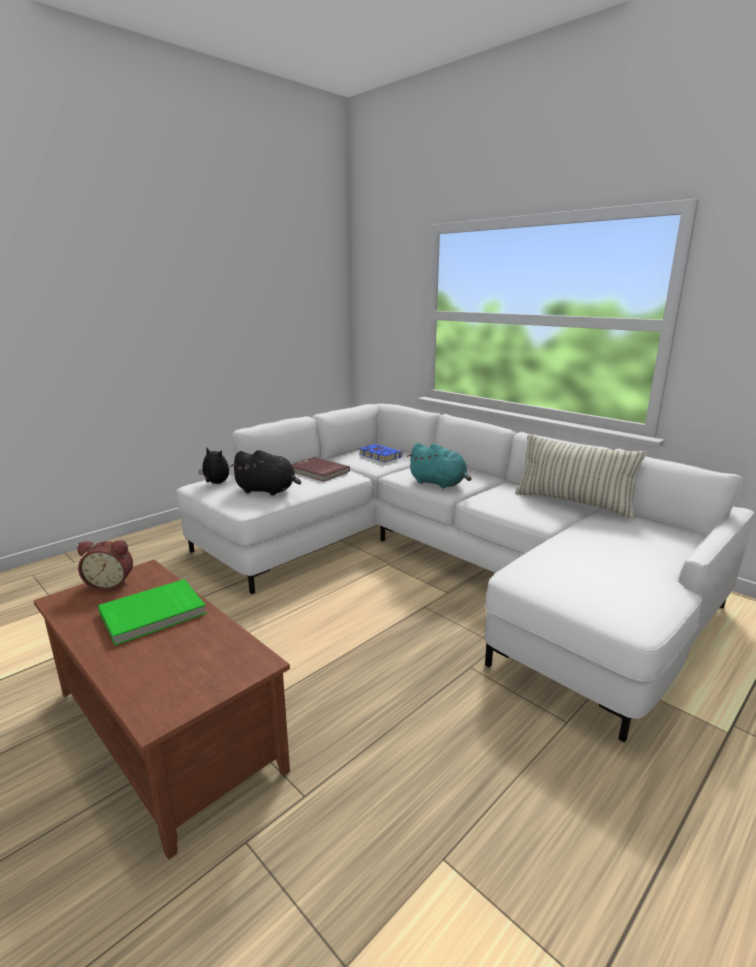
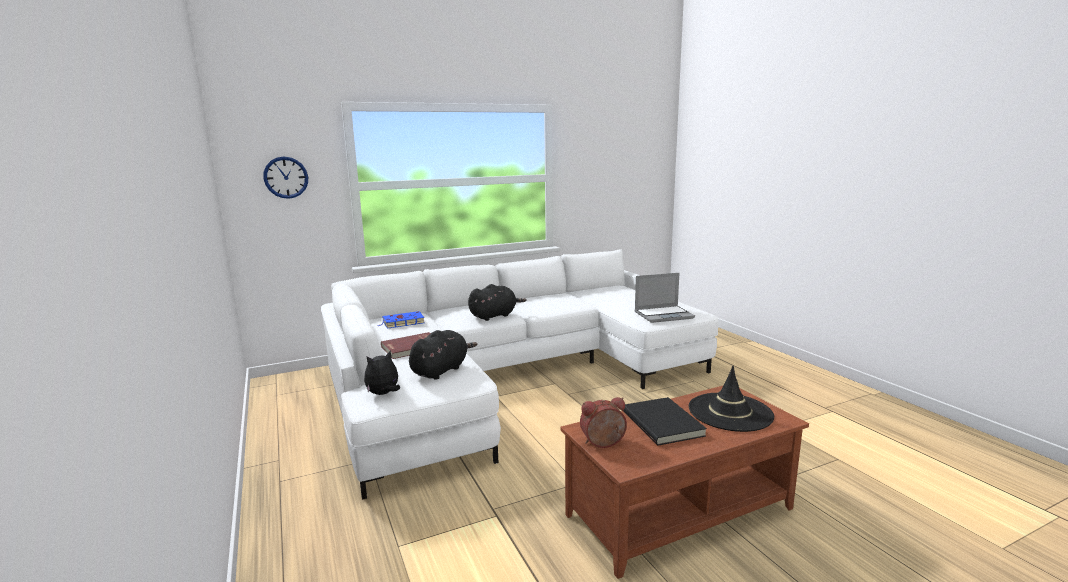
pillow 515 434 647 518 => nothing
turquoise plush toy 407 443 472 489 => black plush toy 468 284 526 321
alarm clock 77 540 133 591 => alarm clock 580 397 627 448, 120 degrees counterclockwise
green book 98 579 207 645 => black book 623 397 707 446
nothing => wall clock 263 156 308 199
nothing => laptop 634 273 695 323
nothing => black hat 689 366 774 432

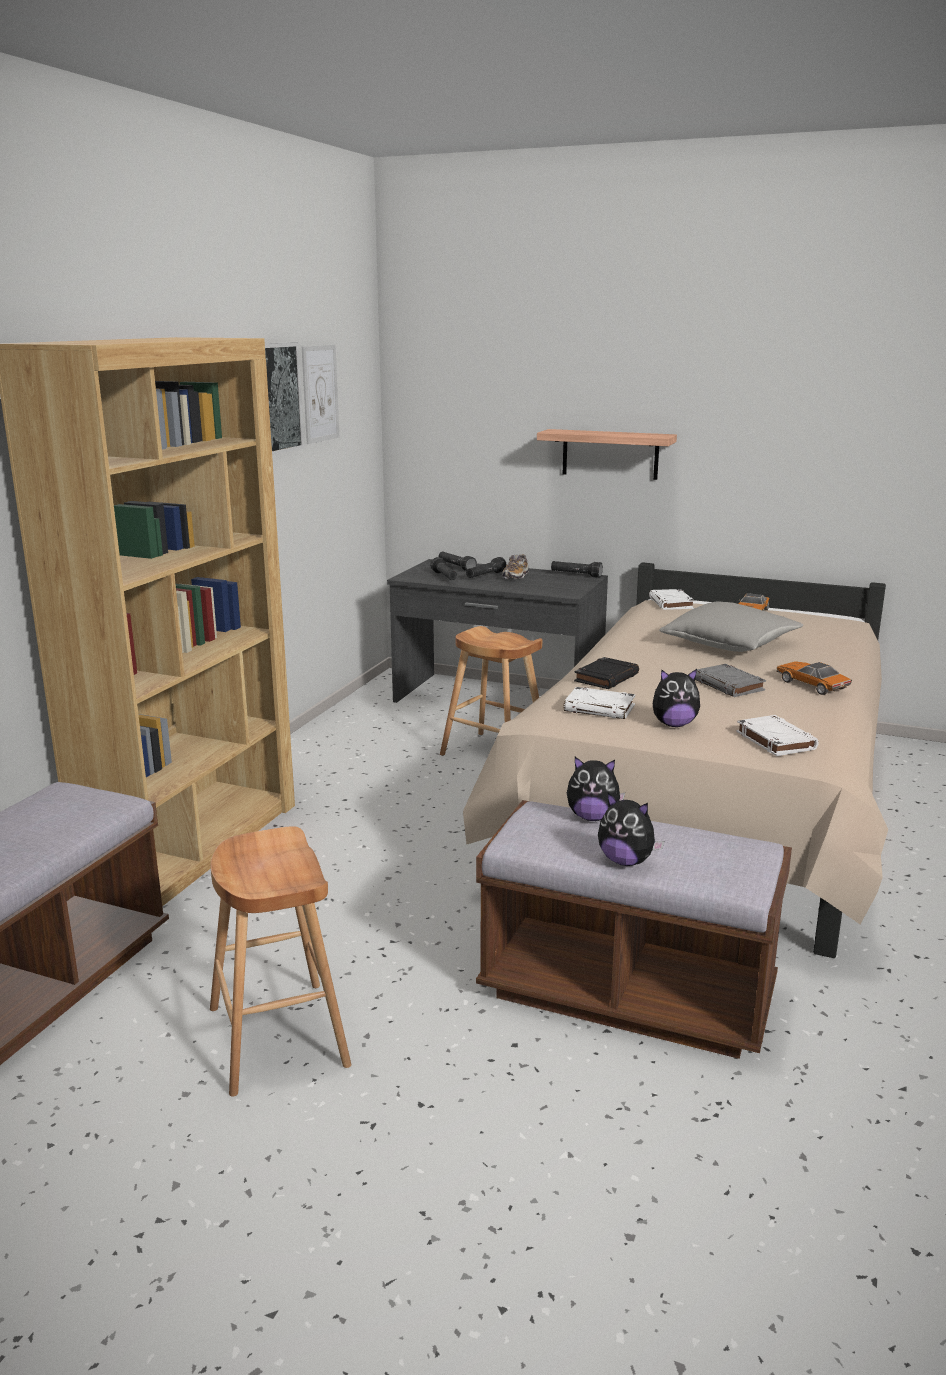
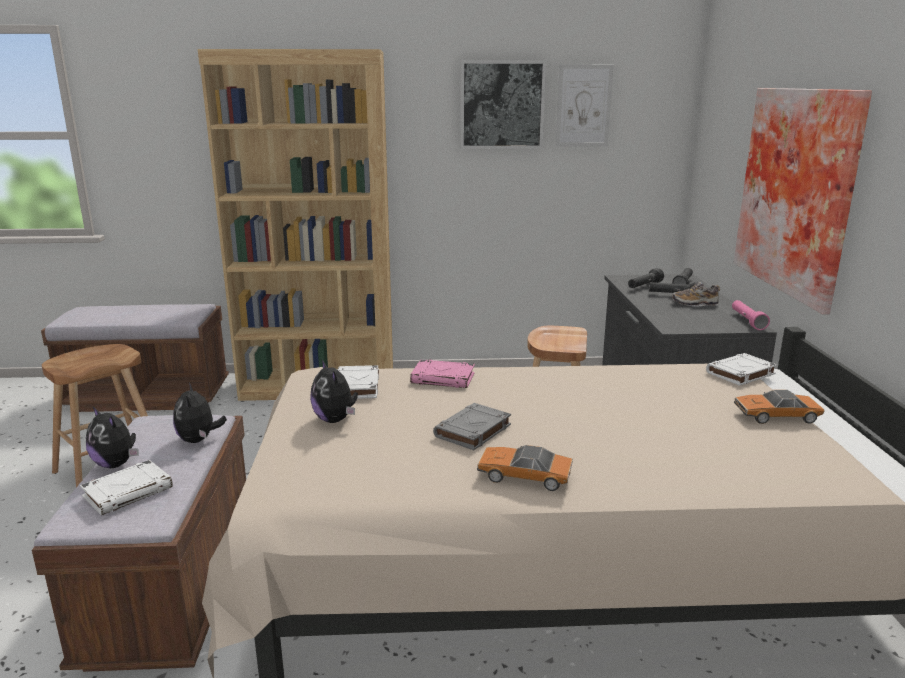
shelf 537 429 677 480 => picture 734 88 872 315
black flashlight 551 561 603 578 => pink flashlight 732 300 770 330
grey pillow 659 601 803 652 => nothing
black book 574 657 639 689 => pink book 410 359 475 388
toy car 776 661 852 695 => toy car 477 445 573 491, 105 degrees counterclockwise
white book 736 715 819 756 => white book 80 460 173 515, relocated
plush toy 598 793 664 866 => plush toy 86 407 139 468, 60 degrees counterclockwise

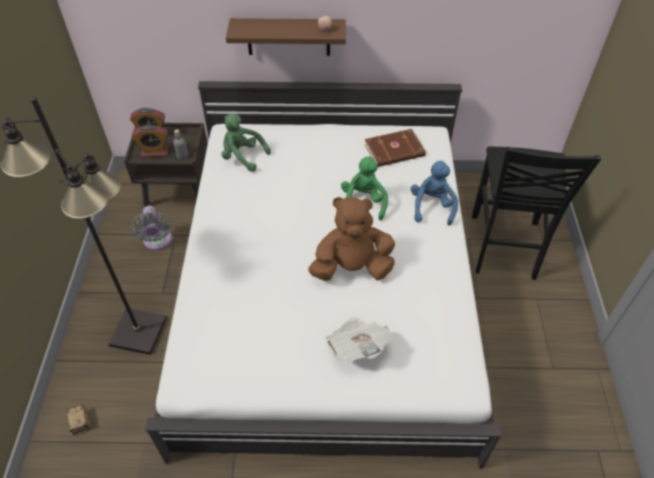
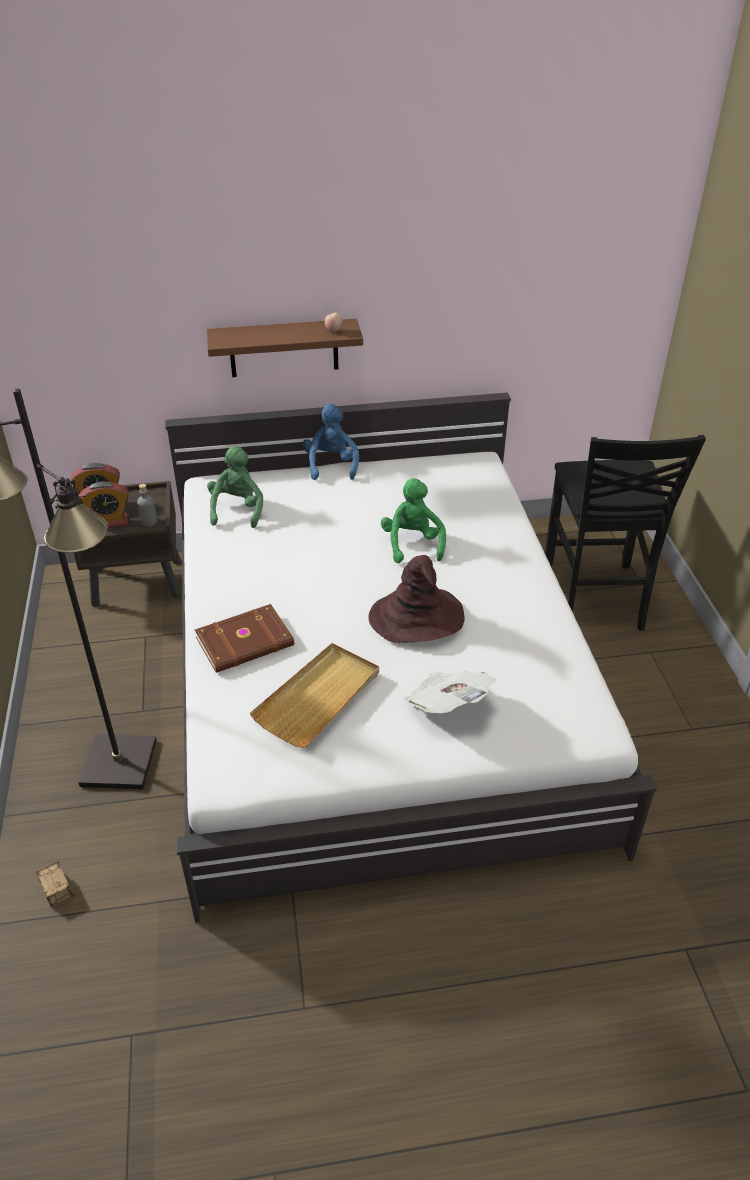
green plush toy 221 114 271 172 => green plush toy 207 446 263 528, 75 degrees clockwise
brown book 365 129 426 167 => brown book 195 604 294 673, relocated
blue plush toy 411 161 458 226 => blue plush toy 302 404 359 480, relocated
brown plush toy 308 197 395 281 => brown hat 368 555 465 643
grey fan 130 206 172 250 => nothing
nothing => beige tray 250 643 379 748

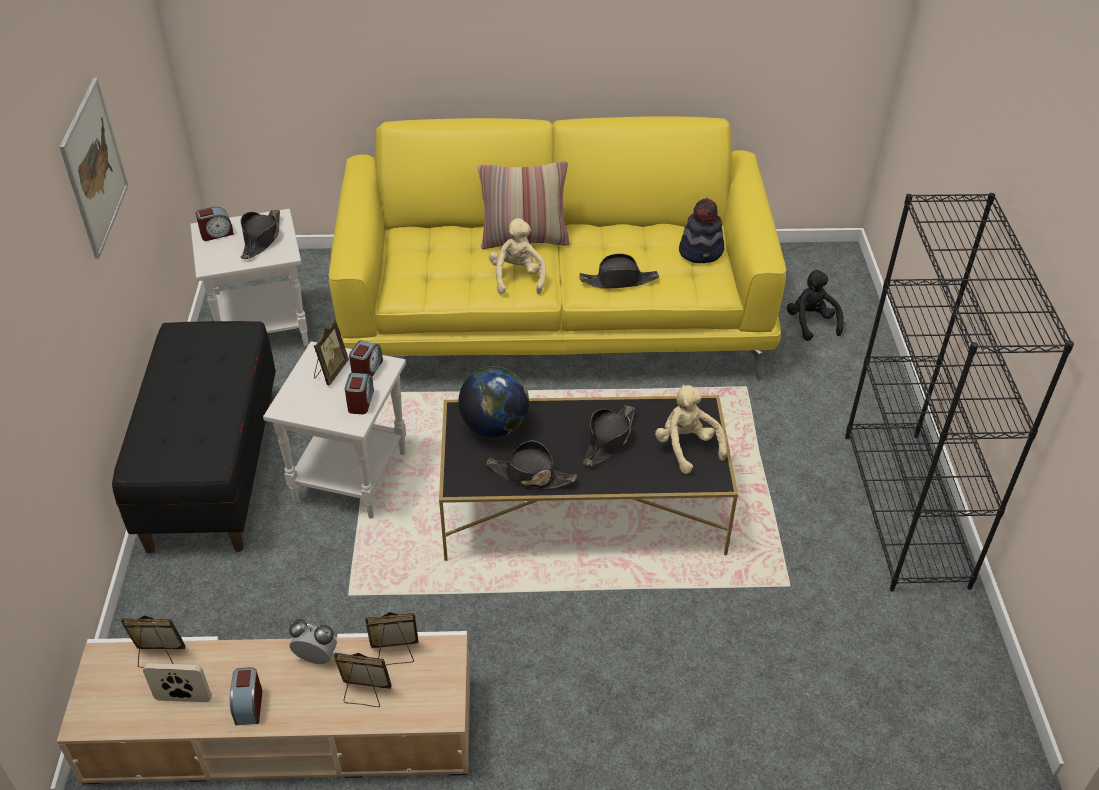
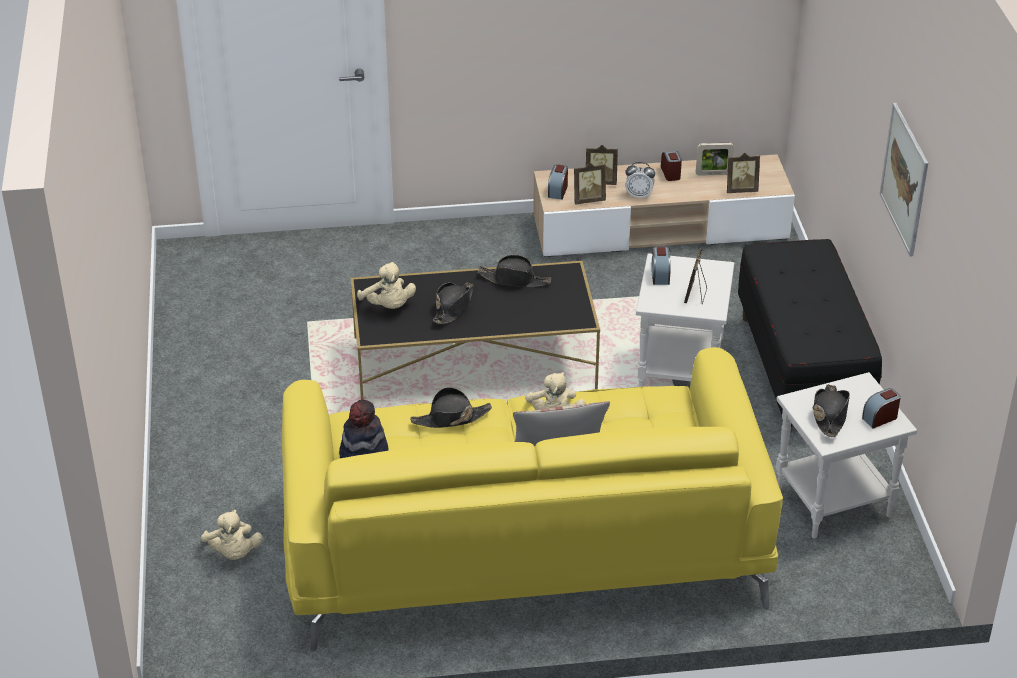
black bookcase 845 193 1074 591 => nothing
black plush toy 787 270 843 341 => beige plush toy 201 510 263 560
alarm clock 349 340 383 376 => alarm clock 548 164 568 200, relocated
globe 458 366 529 437 => nothing

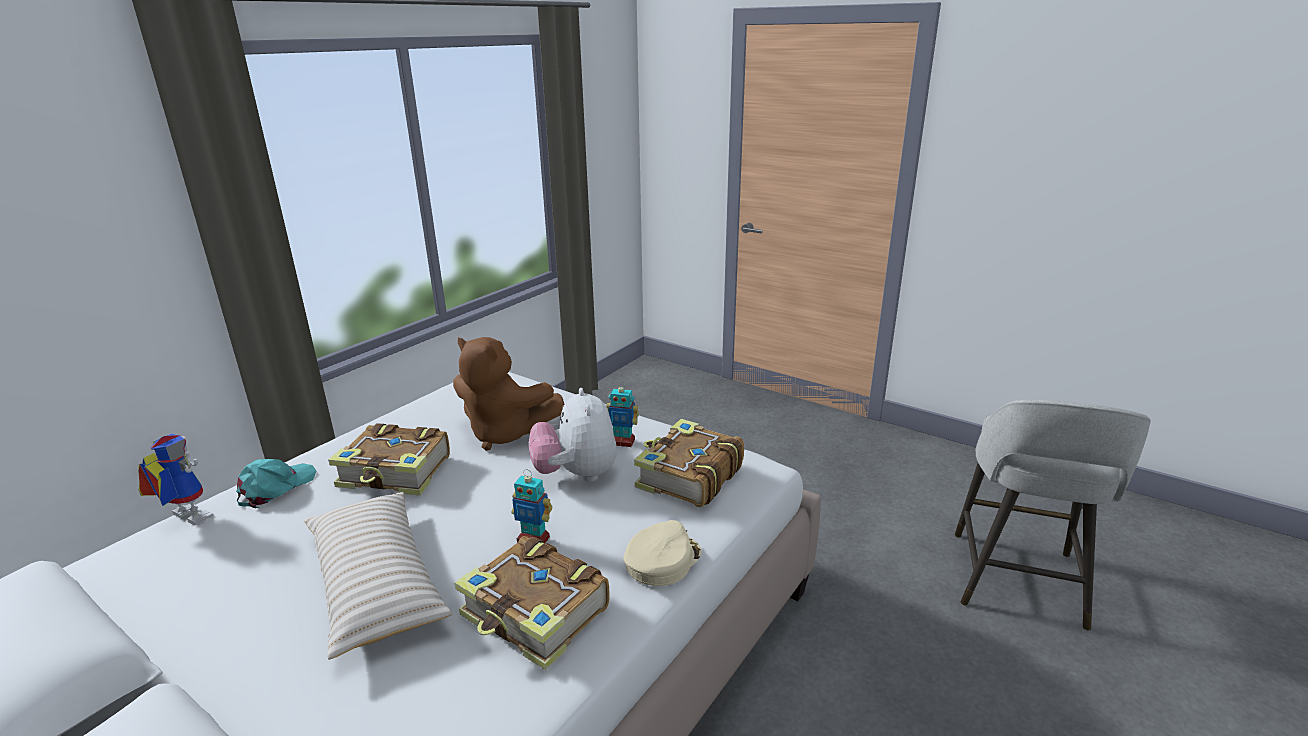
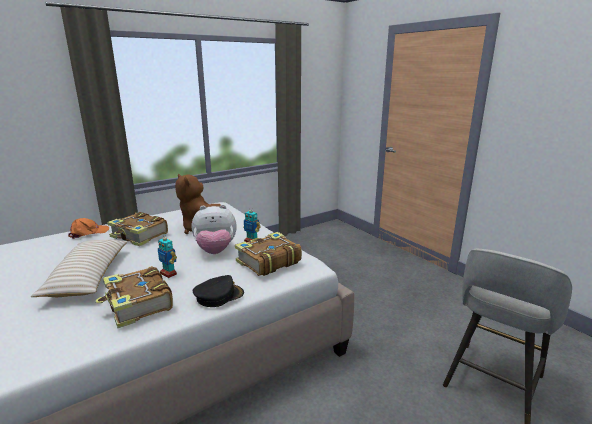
plush toy 529 388 617 482 => plush toy 192 204 237 254, 105 degrees counterclockwise
toy robot 139 433 213 525 => nothing
turquoise cap 236 459 316 508 => orange cap 68 218 109 239
beige cap 623 520 702 586 => black cap 193 275 244 307

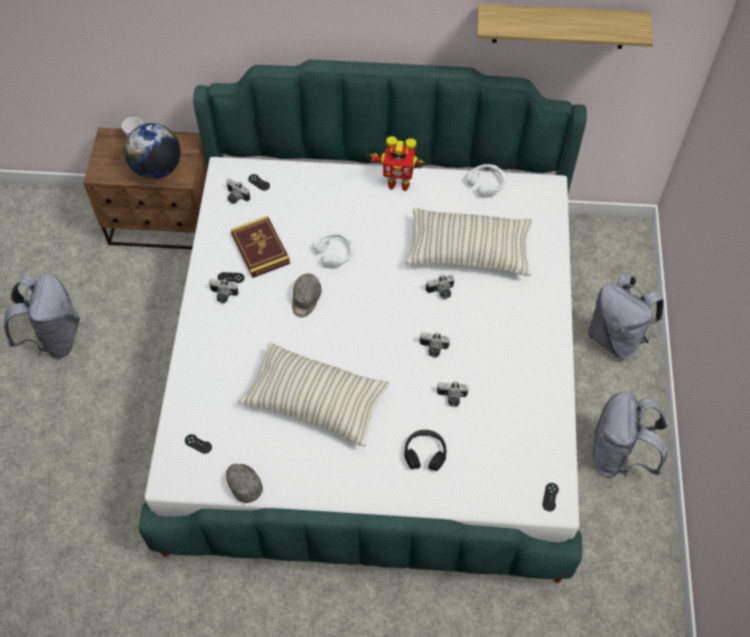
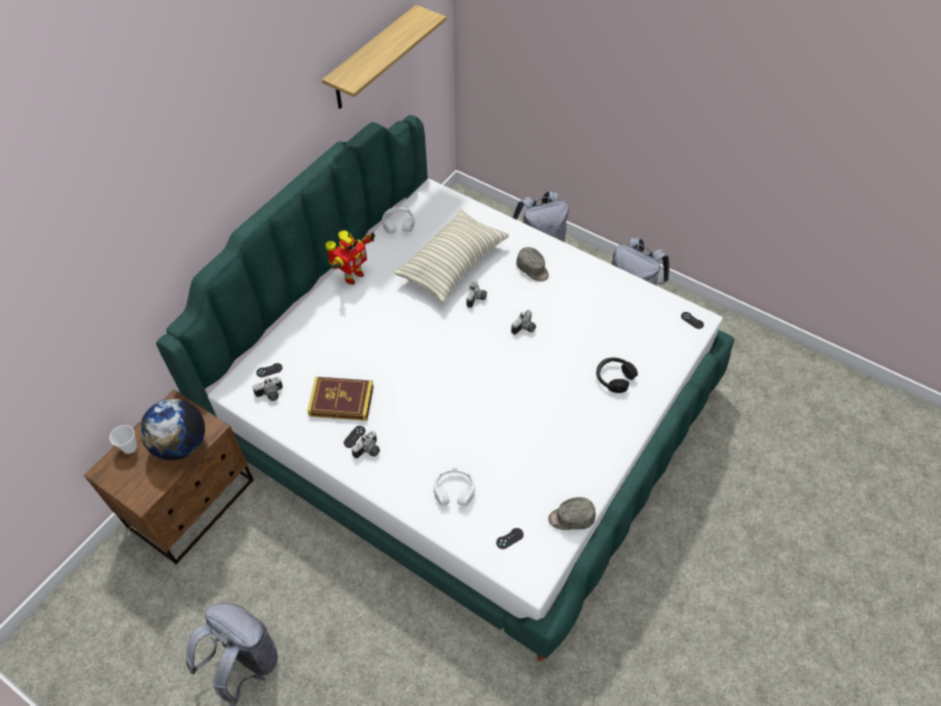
white headphones 313 233 354 269 => white headphones 434 467 475 506, relocated
grey cap 292 273 322 317 => grey cap 516 247 549 282, relocated
pillow 239 342 390 447 => nothing
photo camera 437 382 468 407 => nothing

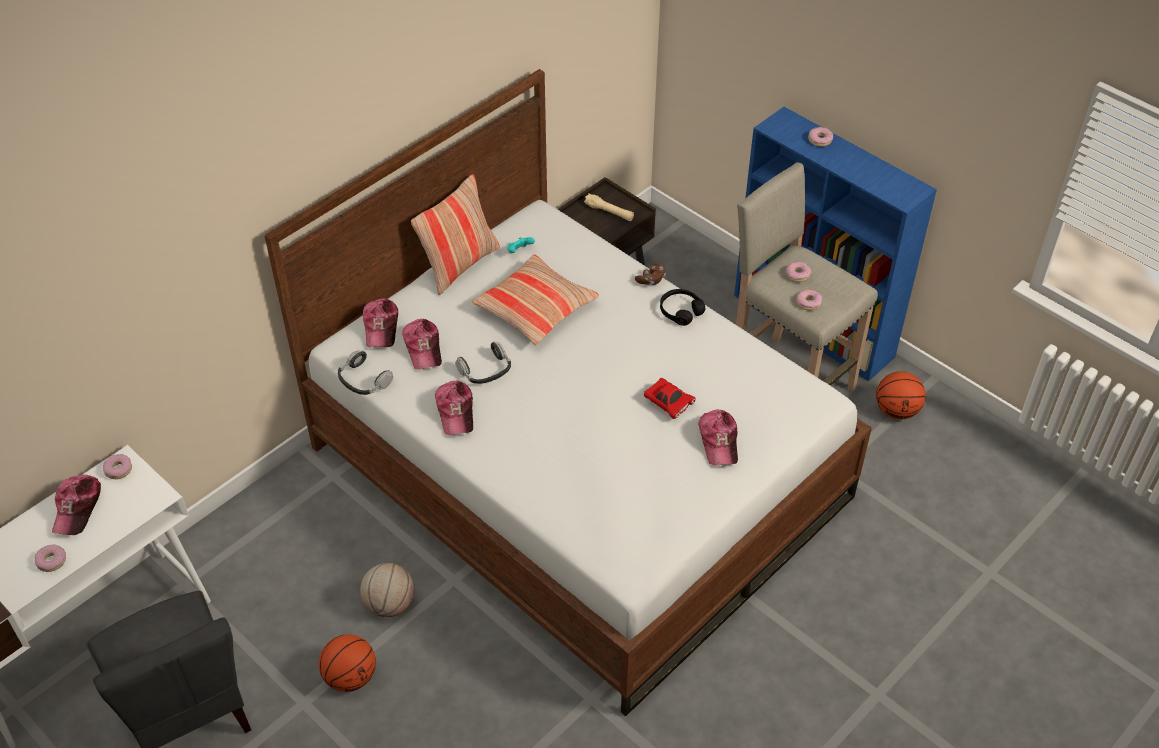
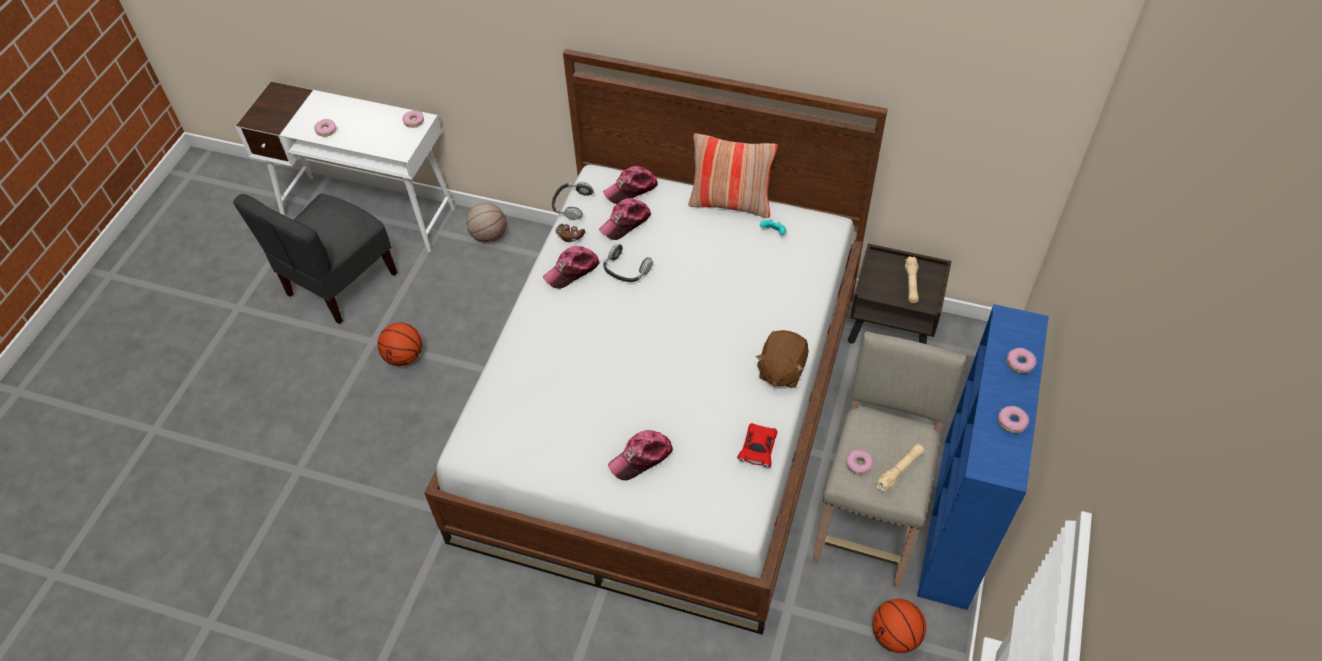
pillow 472 255 599 345 => nothing
donut 786 262 811 282 => donut 998 406 1029 433, relocated
brown game controller 635 264 666 285 => brown game controller 555 224 585 242, relocated
black headphones 660 289 705 326 => brown plush toy 756 330 809 388
red toy car 644 378 696 419 => red toy car 737 423 777 468, relocated
cap 52 475 101 535 => nothing
basketball 360 563 415 617 => basketball 466 202 506 242, relocated
nothing => beige flashlight 875 444 925 492

